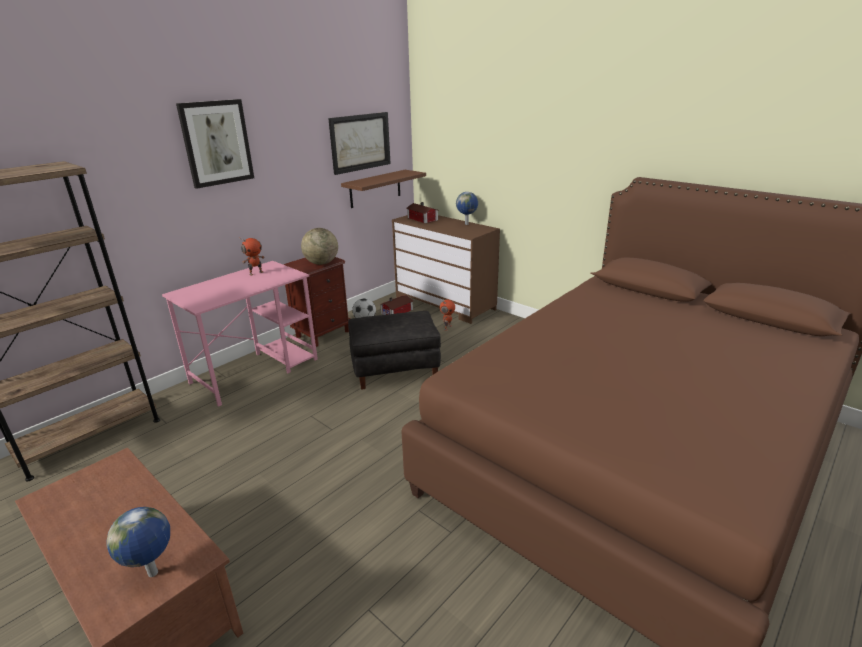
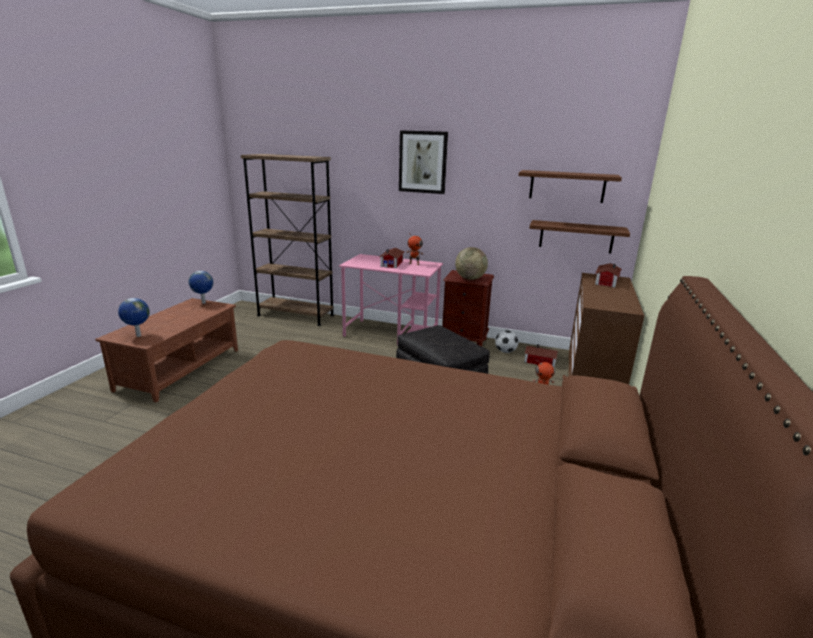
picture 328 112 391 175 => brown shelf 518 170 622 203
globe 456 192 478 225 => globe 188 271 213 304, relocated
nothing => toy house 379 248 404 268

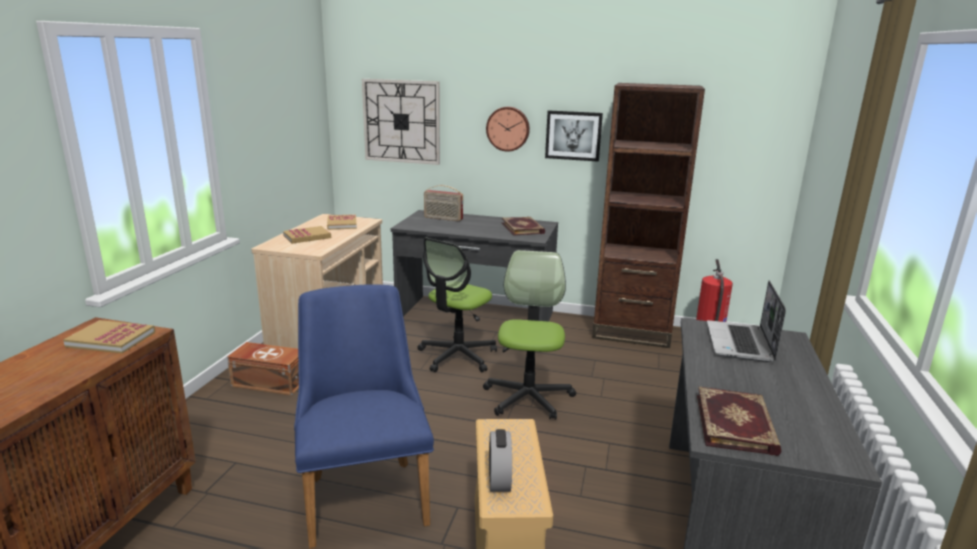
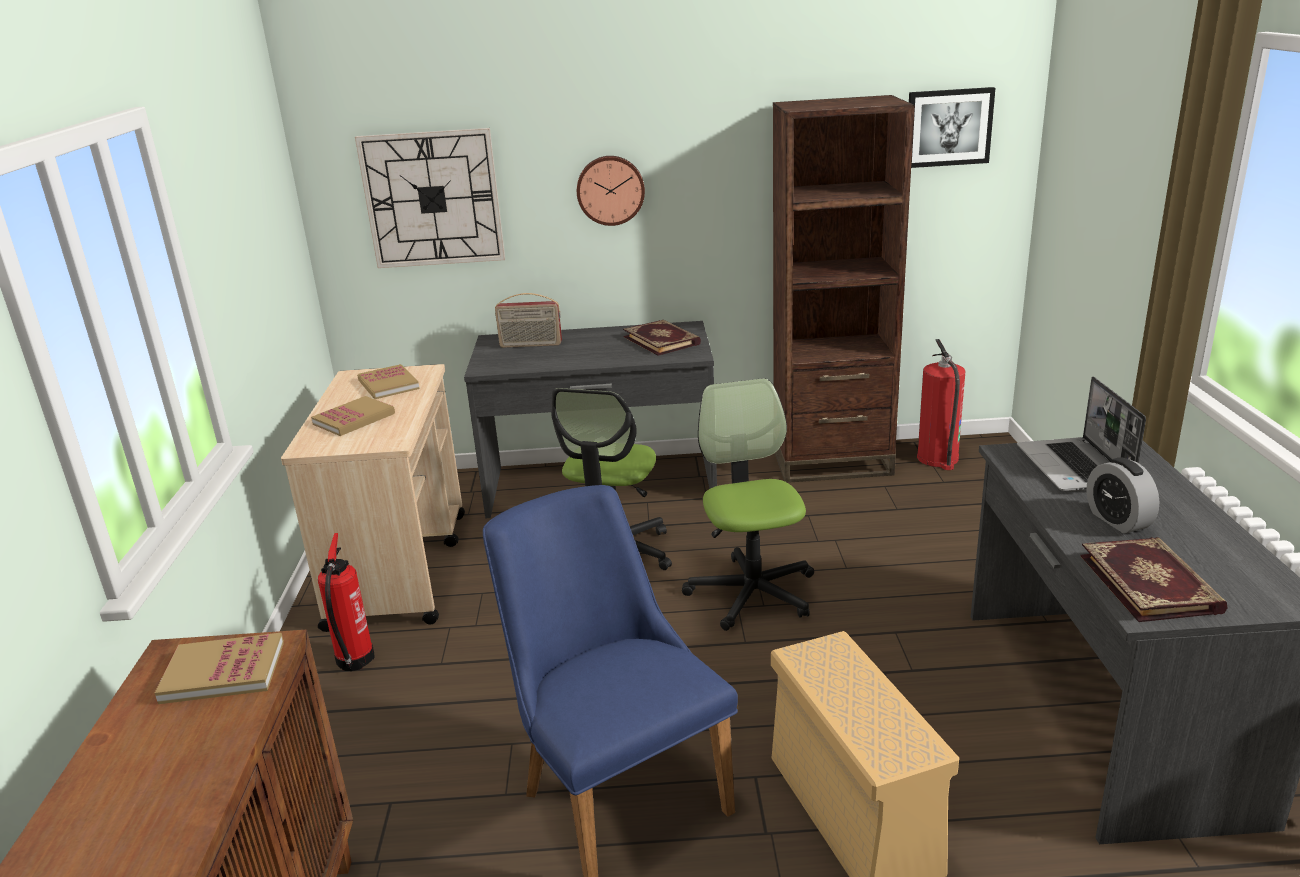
picture 545 110 603 162 => picture 909 87 995 168, relocated
brown storage box 227 342 299 395 => fire extinguisher 318 533 375 671
alarm clock 489 429 512 492 => alarm clock 1087 457 1160 534, relocated

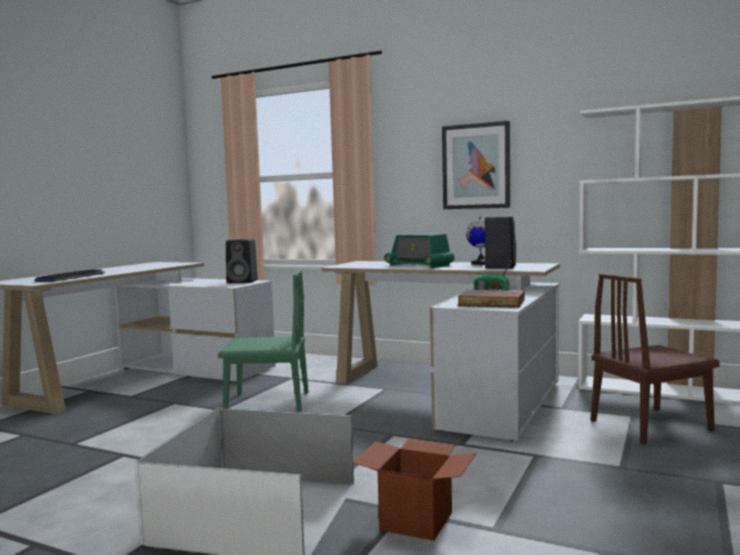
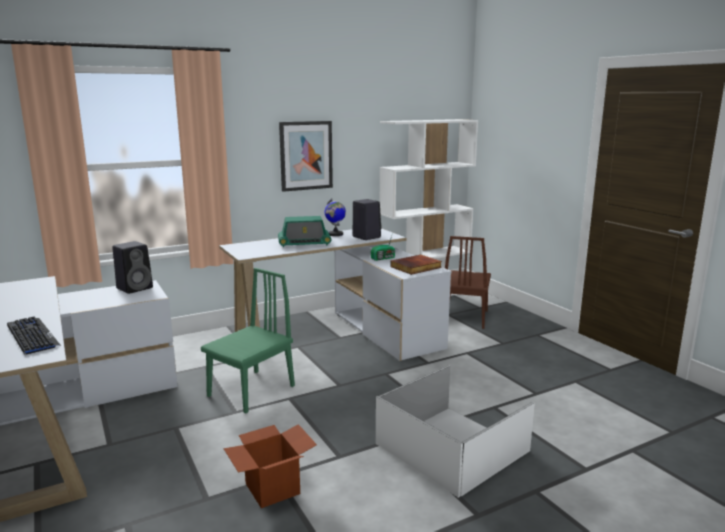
cardboard box 352 439 477 541 => cardboard box 223 424 317 508, relocated

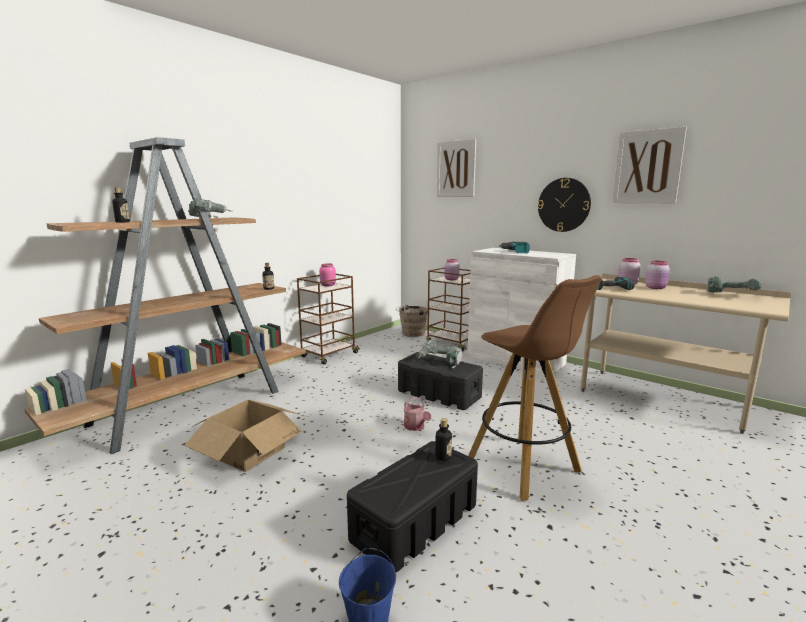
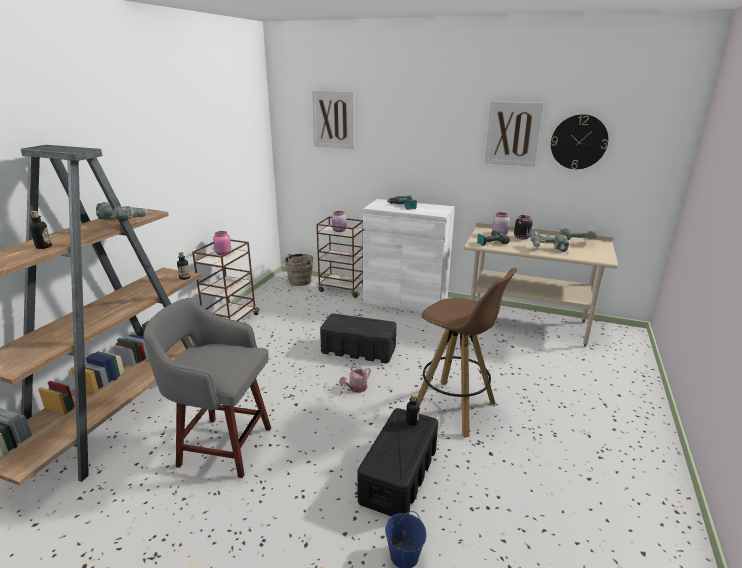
wall clock 538 178 591 232 => wall clock 551 114 608 169, relocated
pink jar 645 261 670 289 => black jar 514 215 533 240
power drill 419 339 462 368 => power drill 530 231 569 254, relocated
watering can 404 397 431 431 => watering can 339 364 371 393, 90 degrees clockwise
cardboard box 184 400 302 472 => grey stool 144 298 271 478

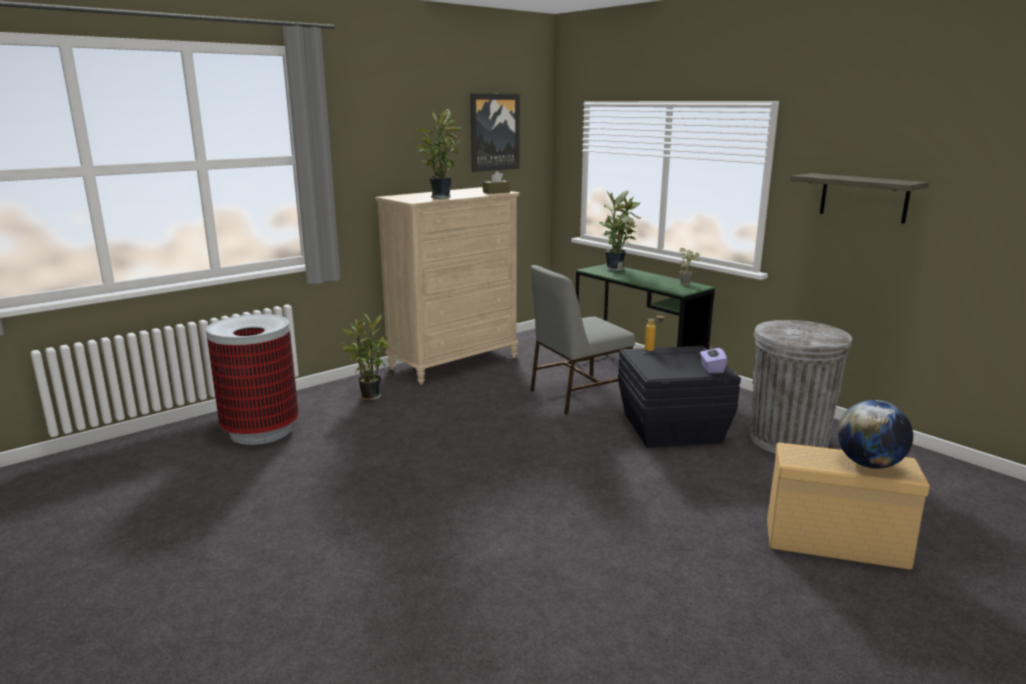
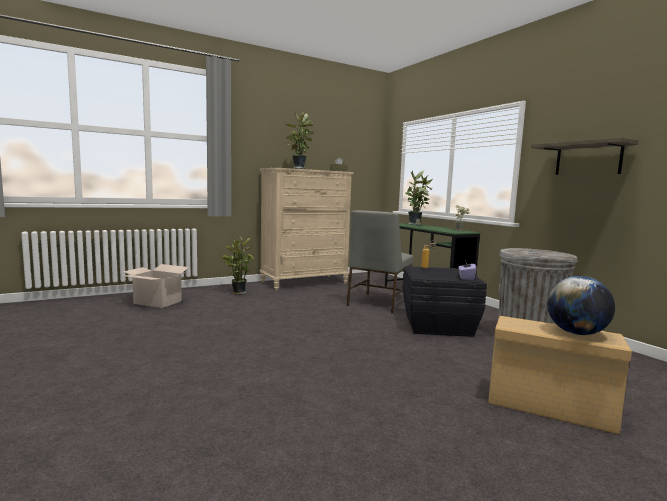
picture 470 94 520 172 => nothing
grey chair 531 265 635 414 => grey chair 346 210 413 314, 45 degrees counterclockwise
trash can 206 314 299 445 => cardboard box 123 264 189 308

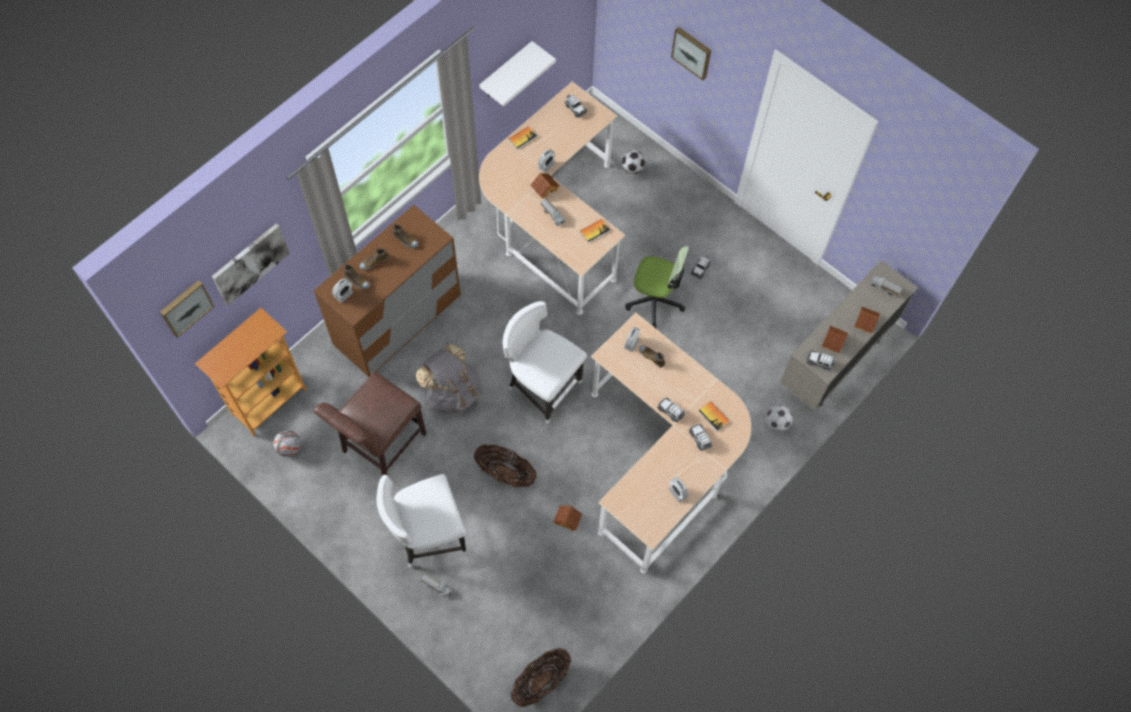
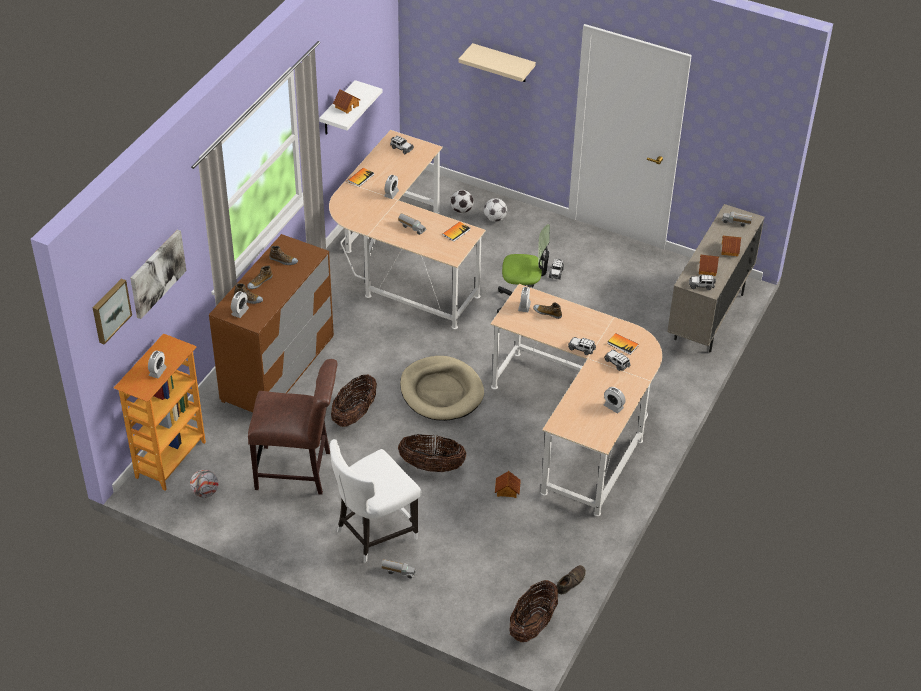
picture 671 27 711 80 => beige shelf 458 43 536 82
toy house 531 173 559 199 => toy house 333 89 360 114, relocated
white chair 502 301 587 424 => beige dog bed 400 356 484 421
grey backpack 416 344 480 414 => basket 331 375 377 427
brown chair 314 371 426 476 => brown chair 248 359 338 495, 105 degrees counterclockwise
football 766 405 793 431 => football 484 198 507 222, relocated
nothing => alarm clock 148 350 167 378
nothing => brown shoe 557 565 586 594

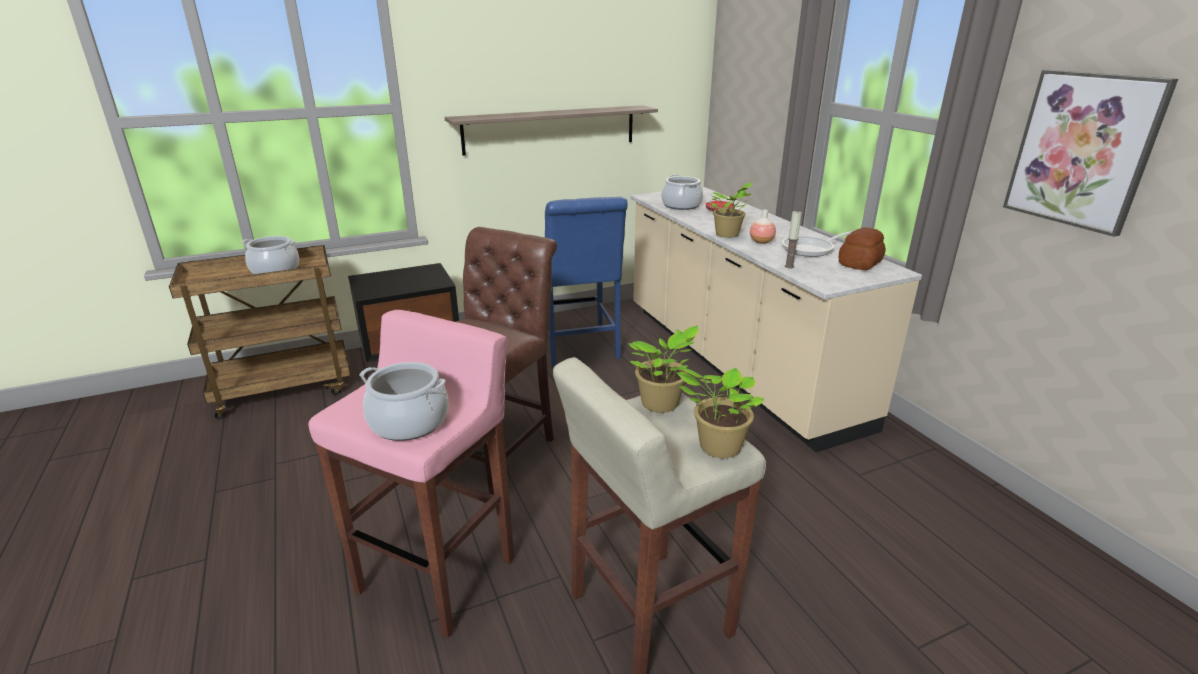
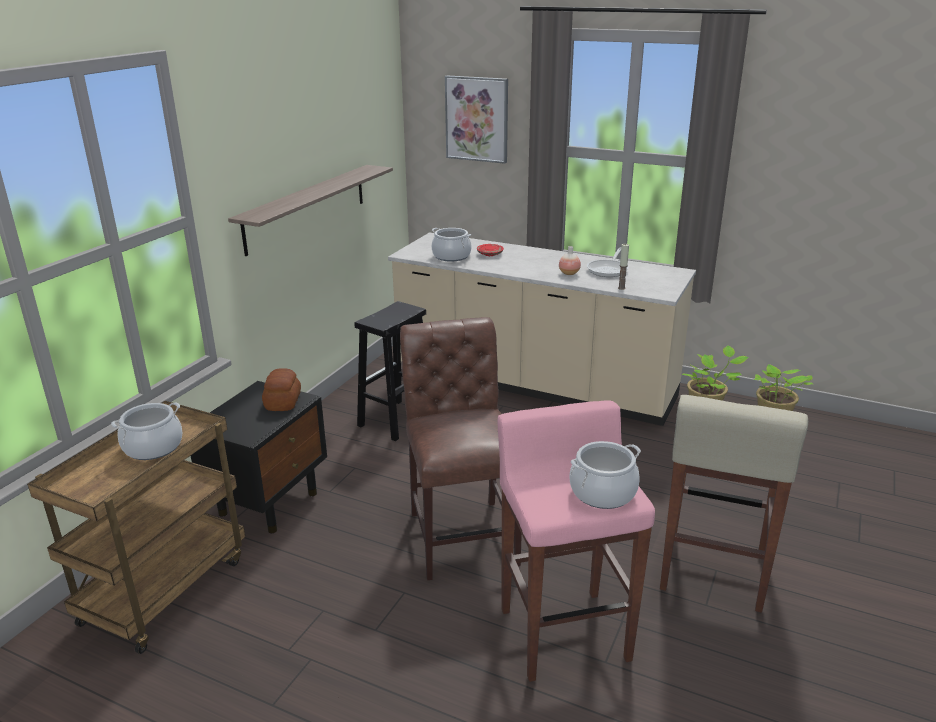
picture 1003 70 1178 237 => picture 445 75 508 164, relocated
potted plant 711 182 753 238 => nothing
blue chair 545 197 628 367 => black stool 355 301 426 441
bread 839 227 886 270 => bread 262 368 301 411, relocated

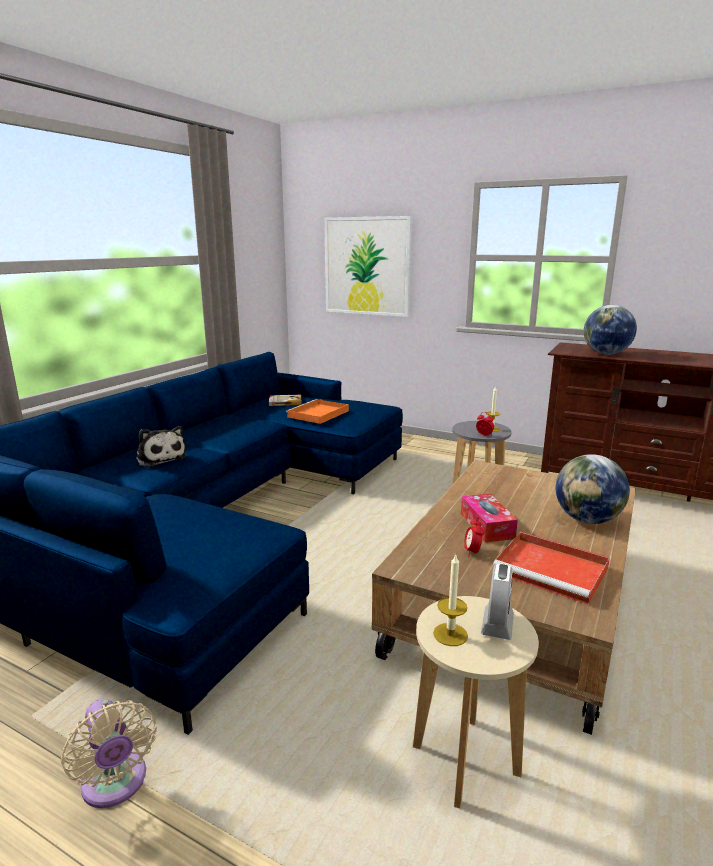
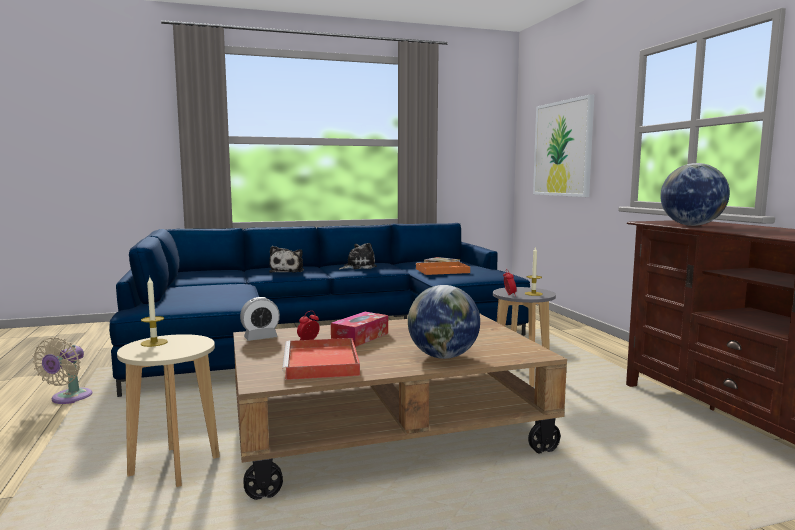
alarm clock 481 564 514 640 => alarm clock 240 297 280 341, relocated
nothing => plush toy 339 243 377 269

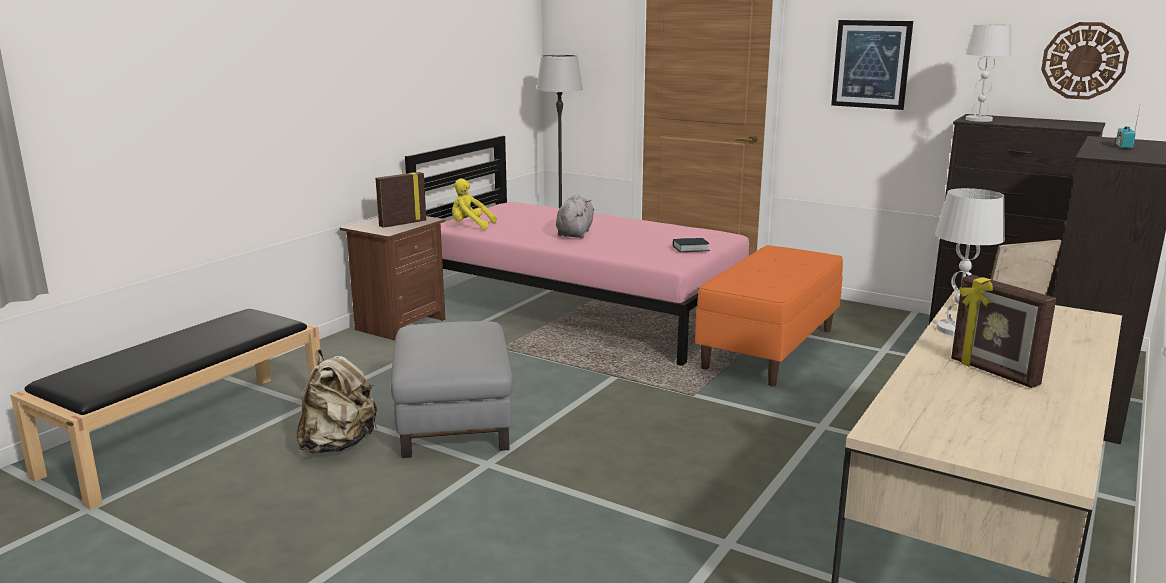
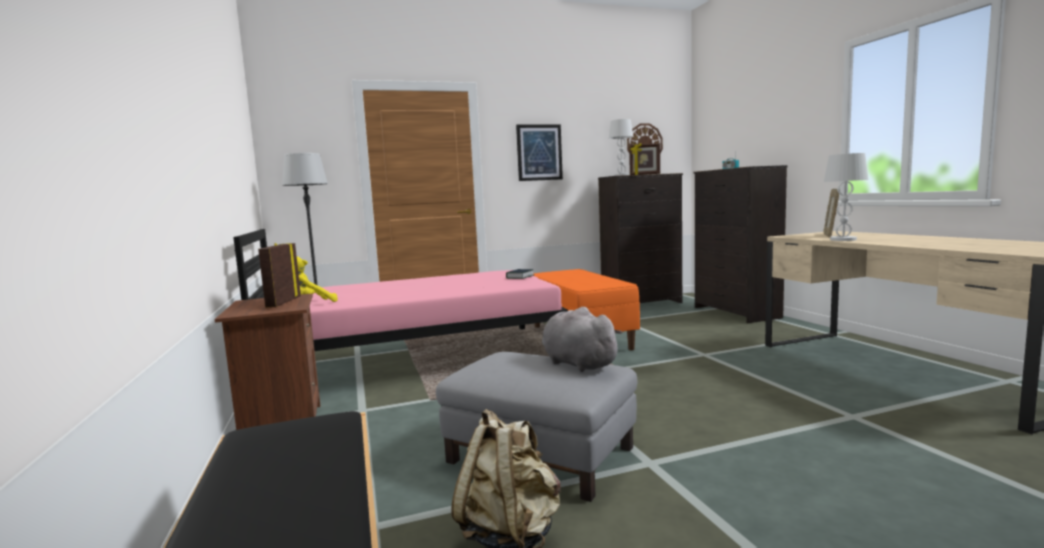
grey plush toy 556 194 595 238 => grey plush toy 542 307 623 372, relocated
picture frame 951 275 1056 388 => picture frame 629 143 660 175, relocated

